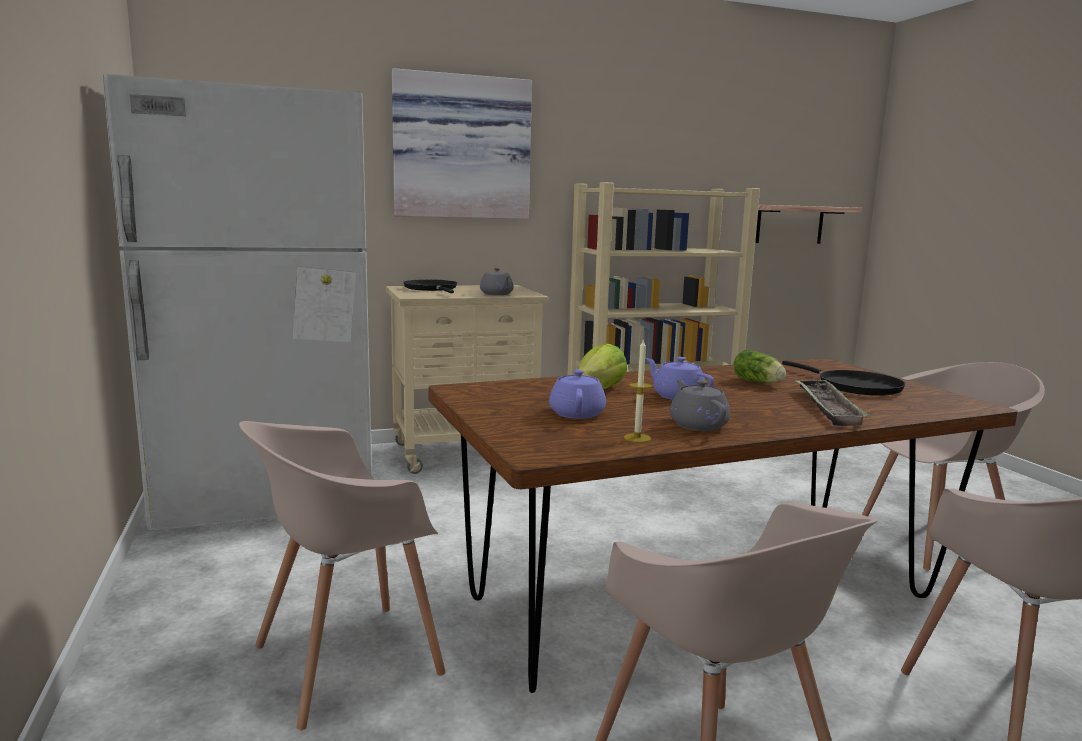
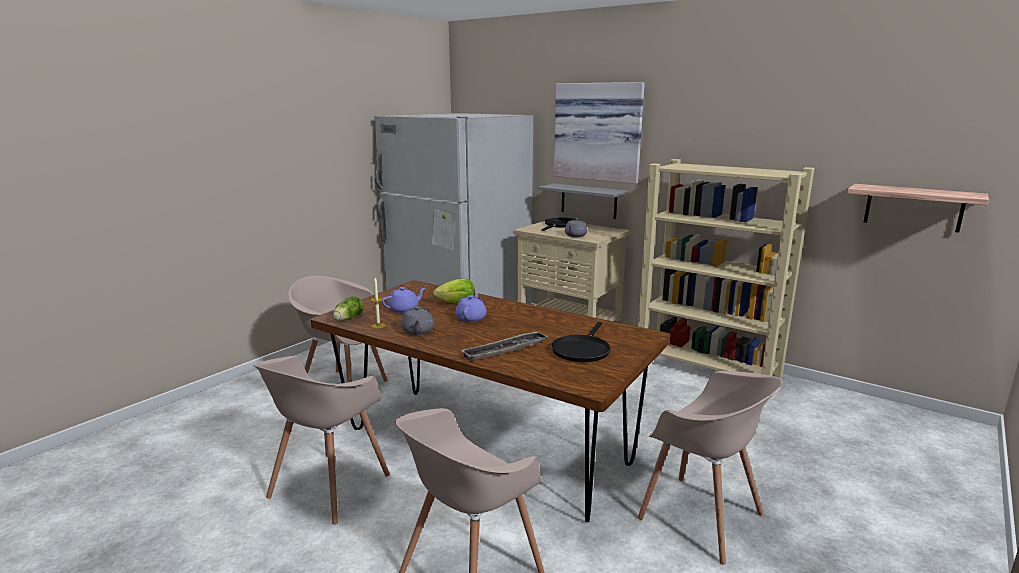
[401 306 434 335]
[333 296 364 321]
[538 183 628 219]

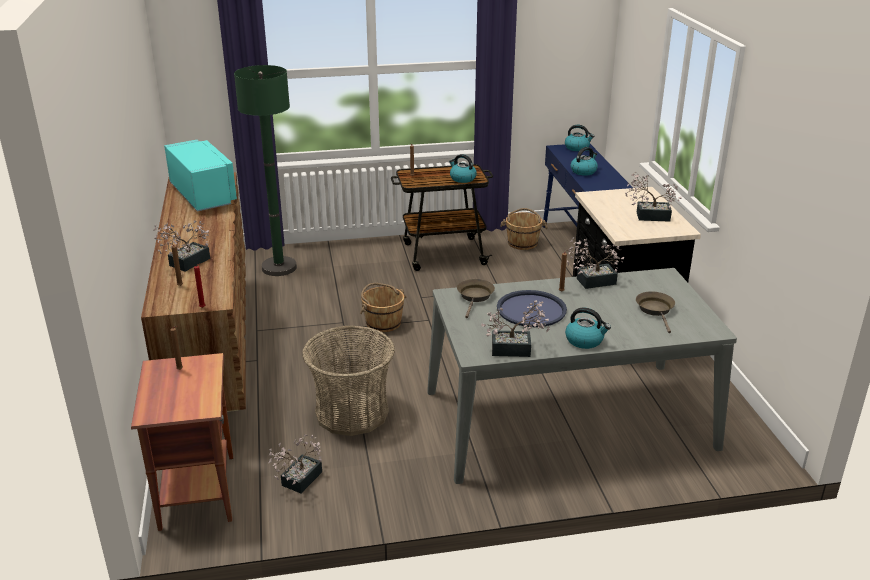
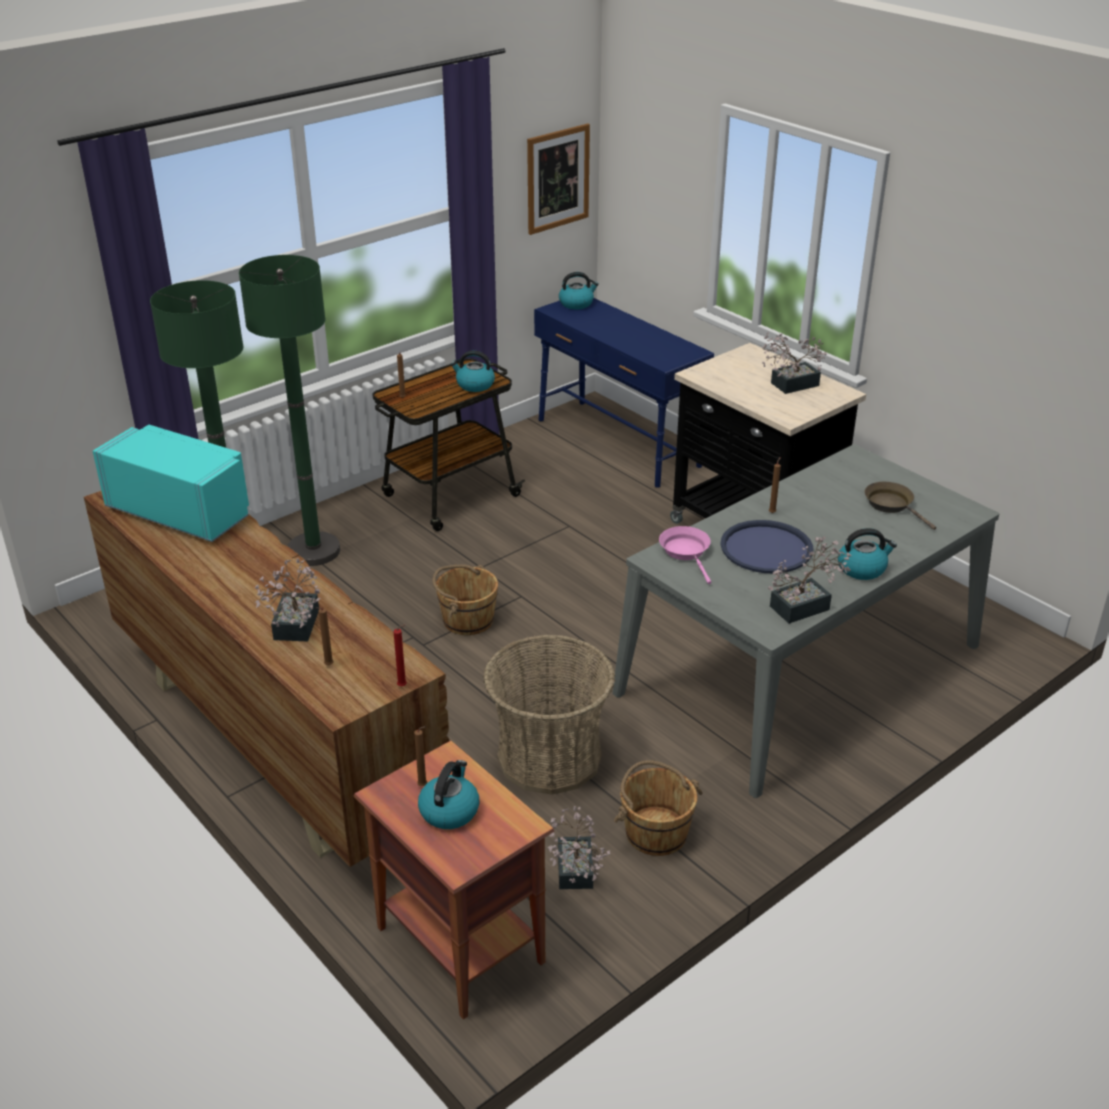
[659 526 711 584]
[614 760 702 856]
[567 237 624 289] (first image)
[418 760 479 829]
[239 255 340 566]
[527 124 590 235]

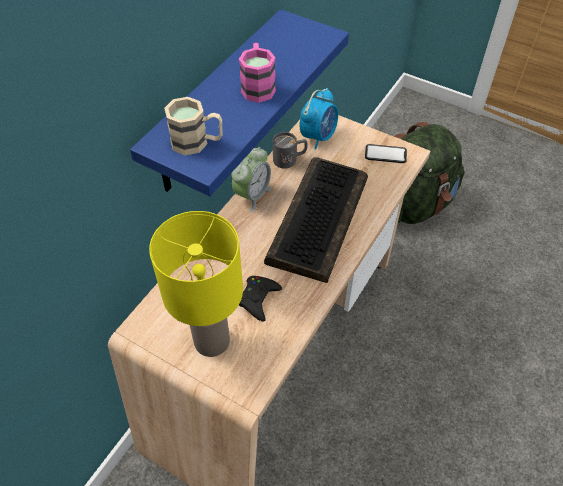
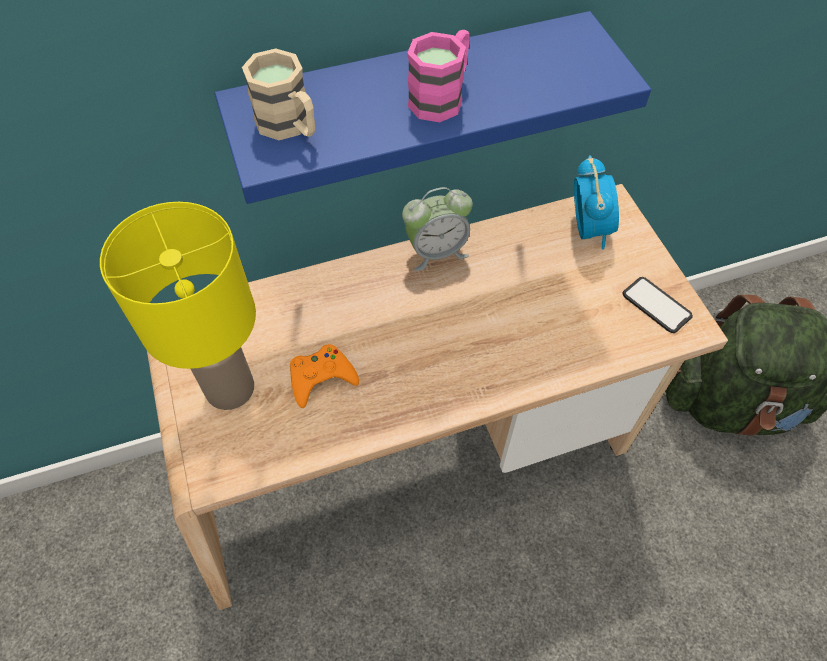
[290 344 359 408]
[264 157 368 283] (first image)
[273 132 308 169] (first image)
[574 155 619 250]

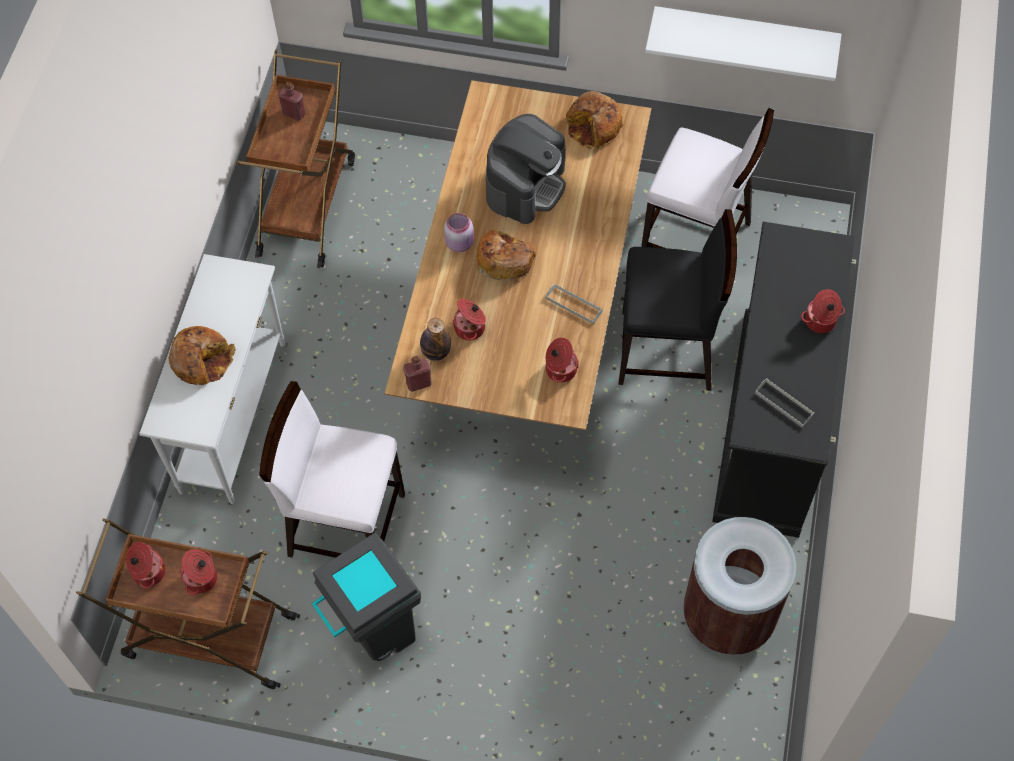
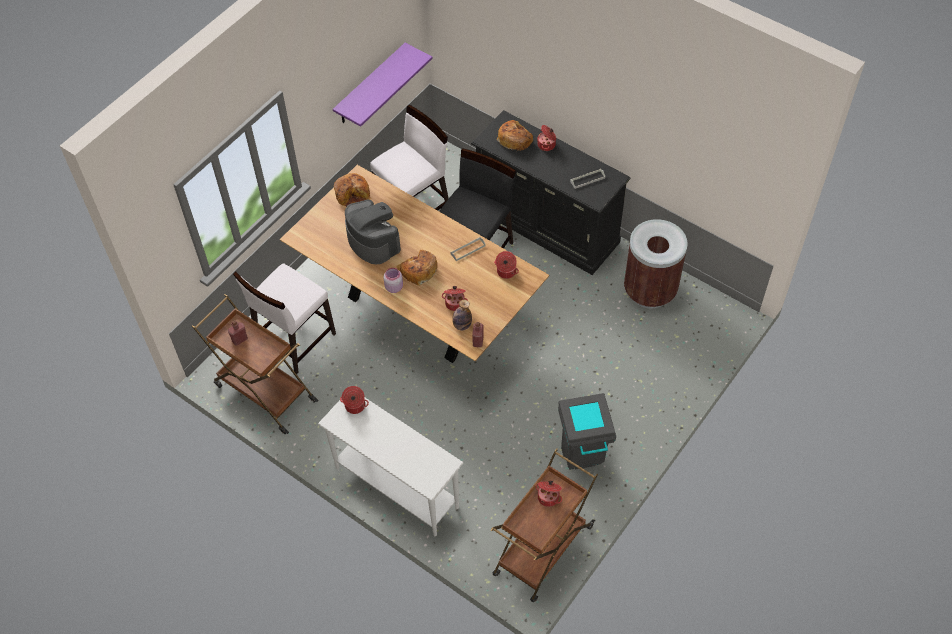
[340 386 369 414]
[497 120 533 152]
[233 263 336 374]
[333 43 433 127]

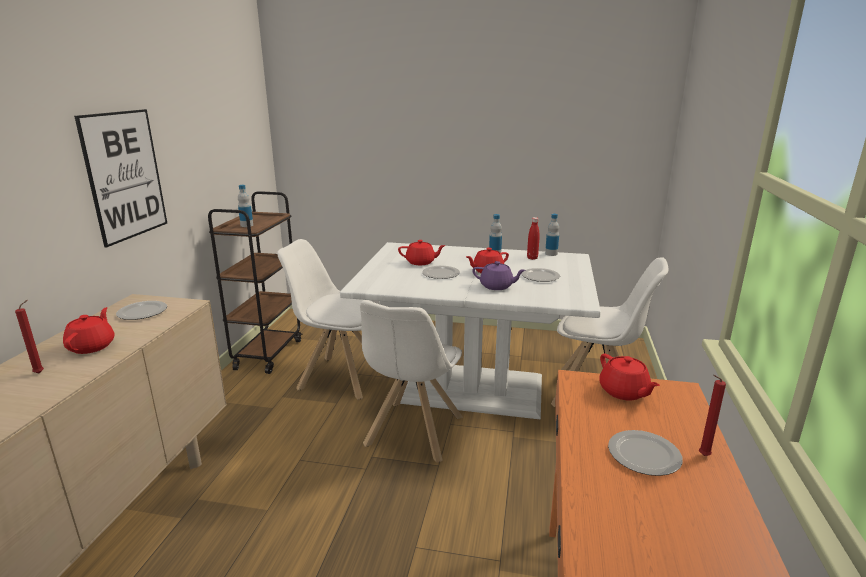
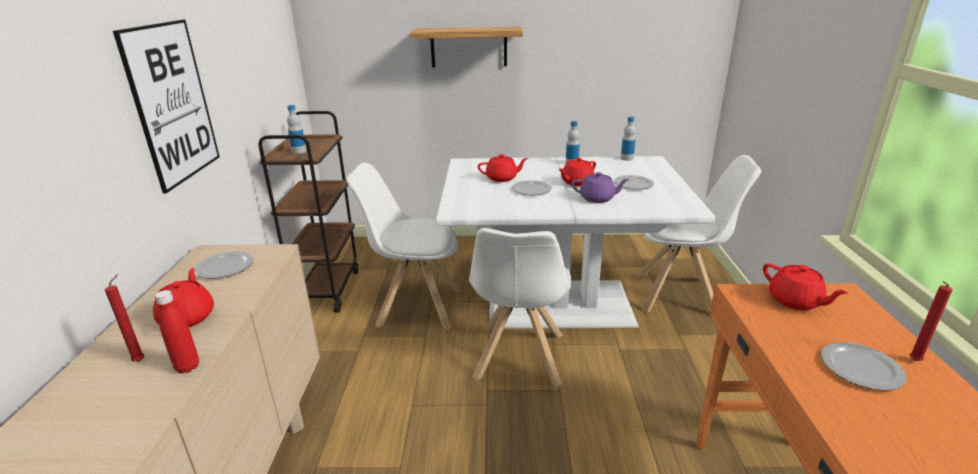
[155 290 199 374]
[411 27 523 67]

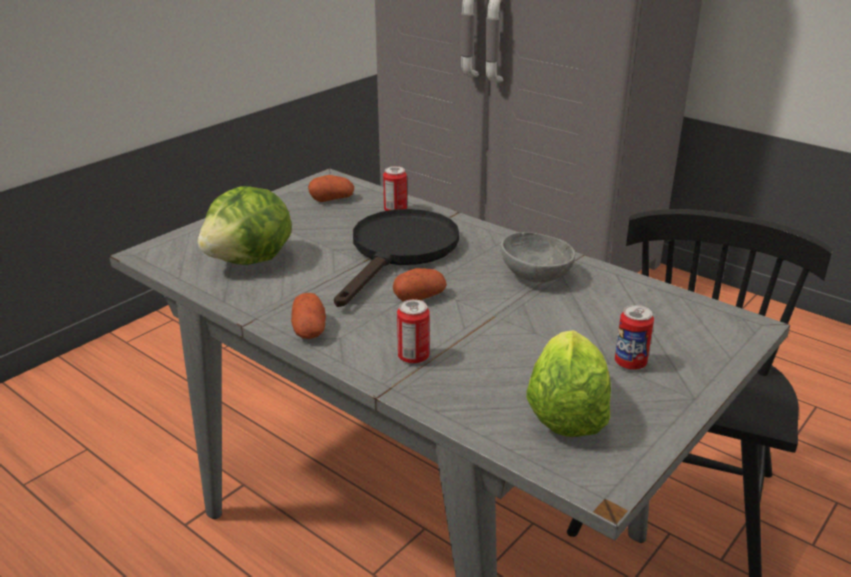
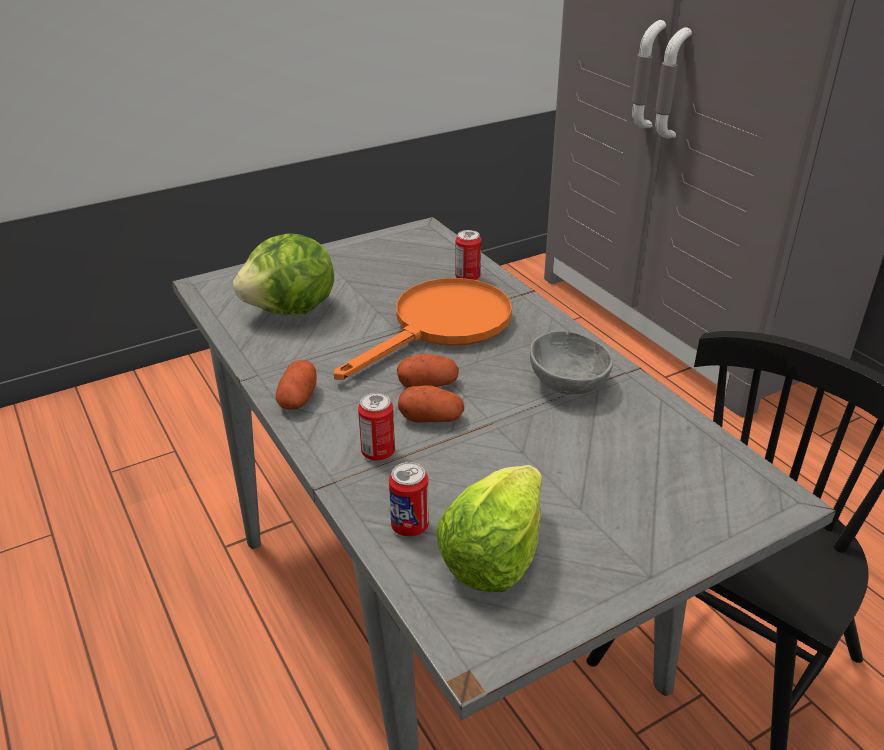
[398 385 464 423]
[334 278 512 380]
[389 462 429 537]

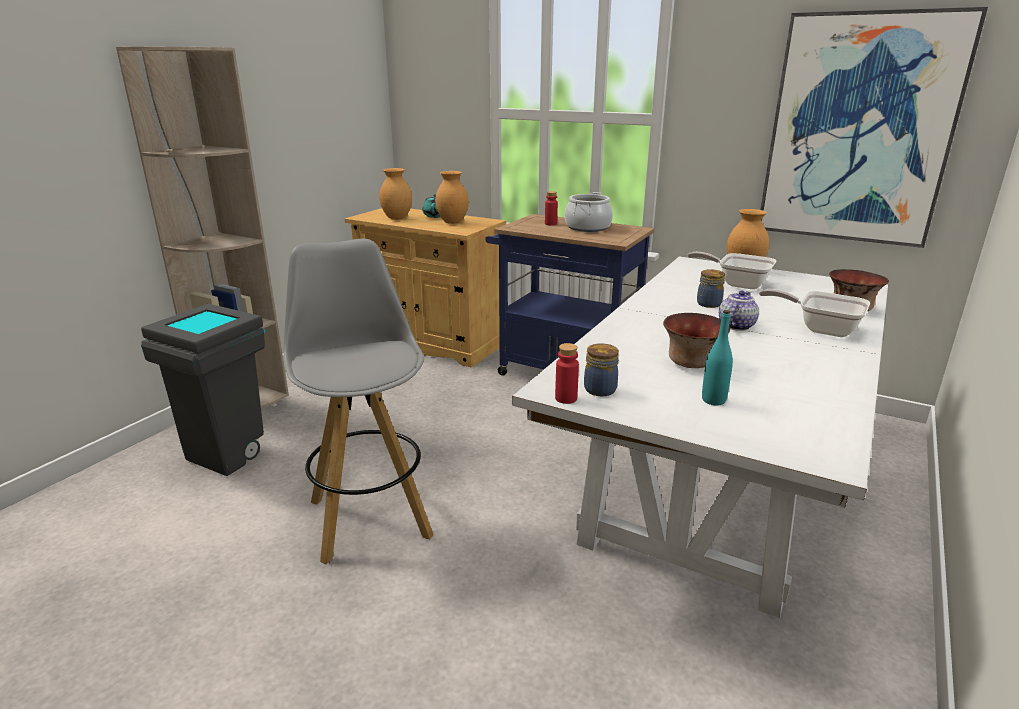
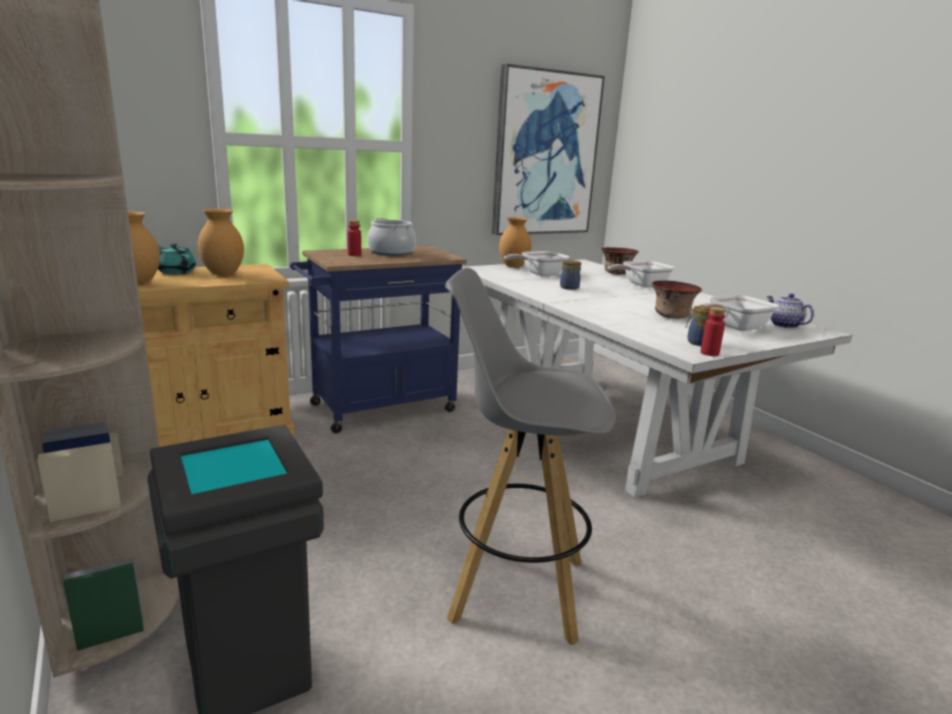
[699 295 779 331]
[766 294 814 328]

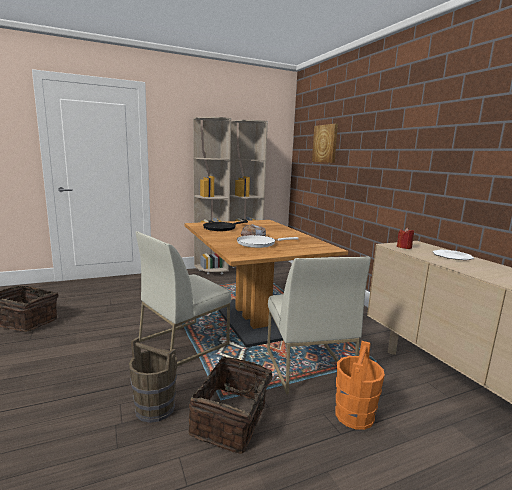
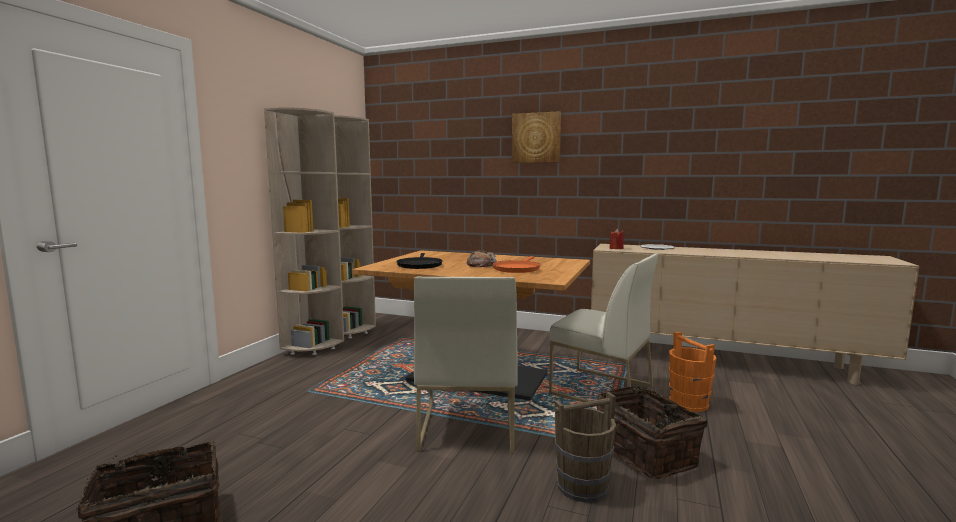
[492 256 540 273]
[512 111 561 163]

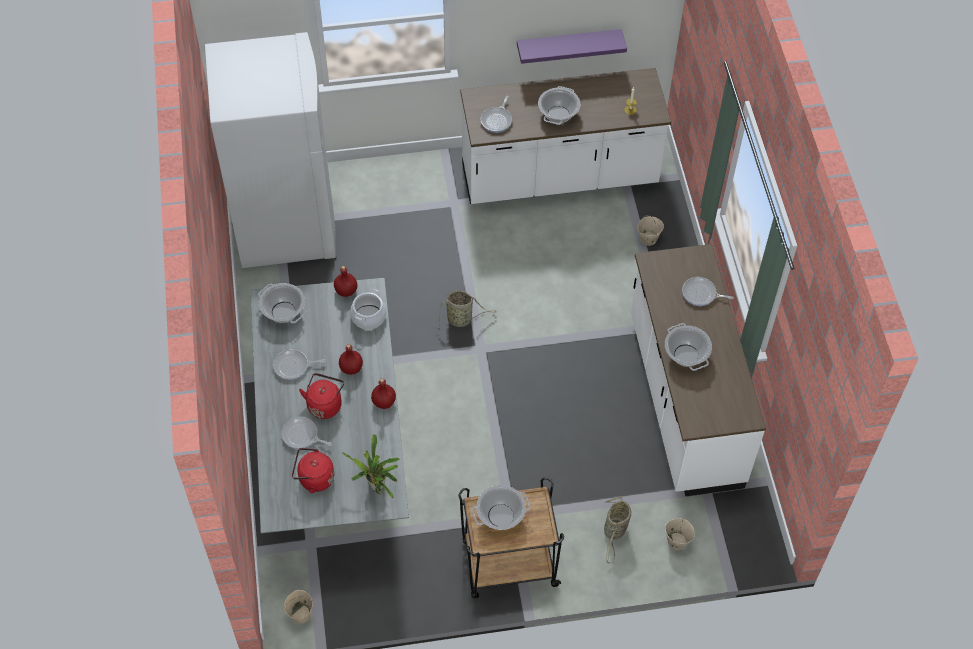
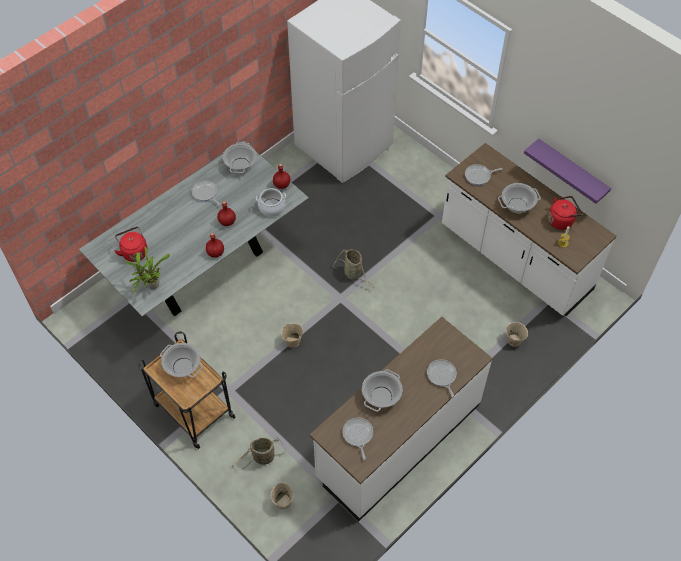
[342 417 373 460]
[281 323 303 348]
[548 196 582 230]

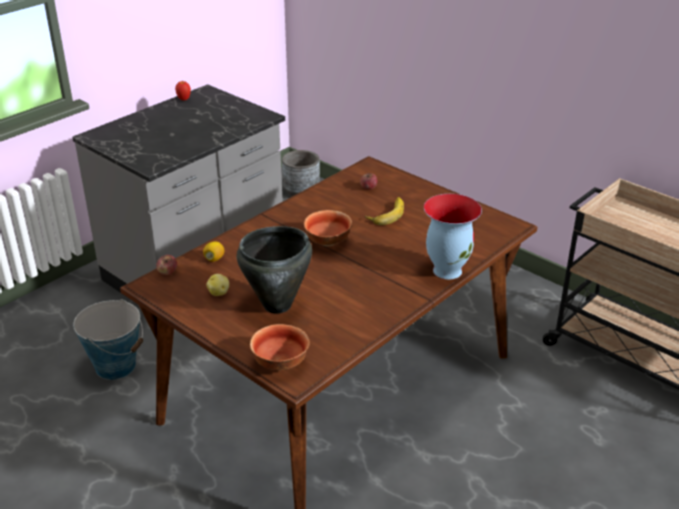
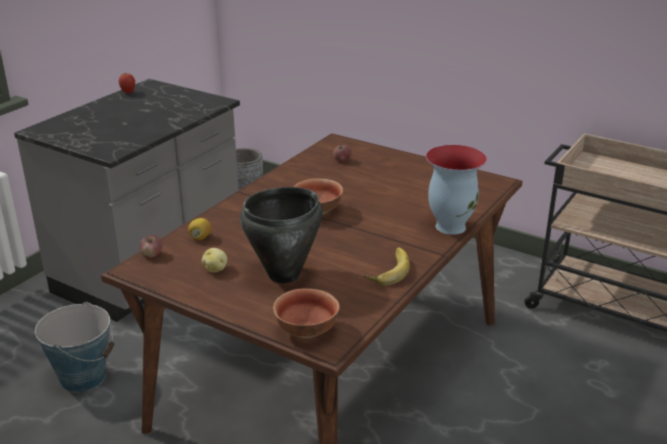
[364 247 410 286]

